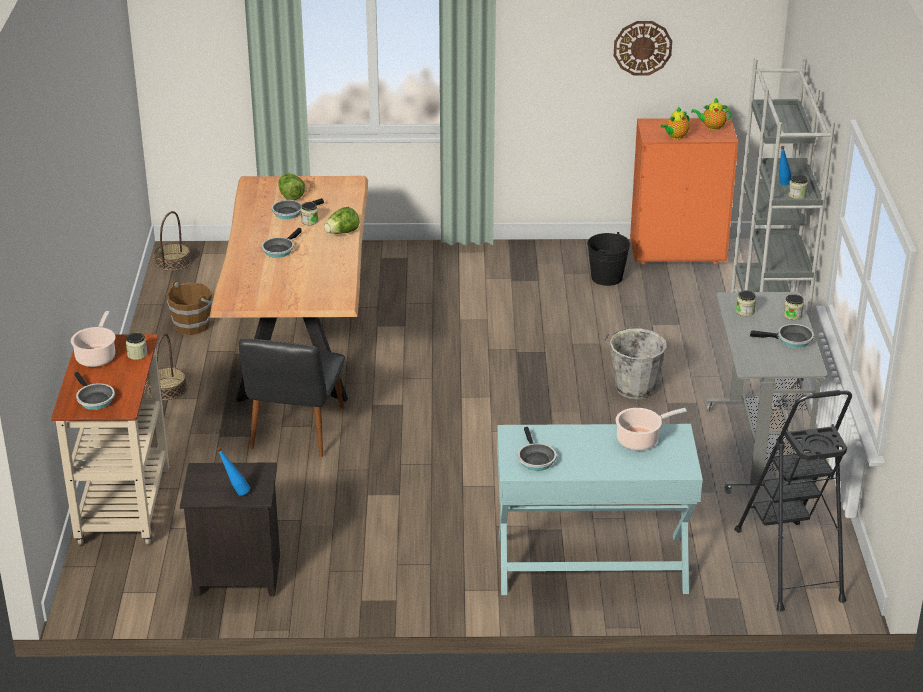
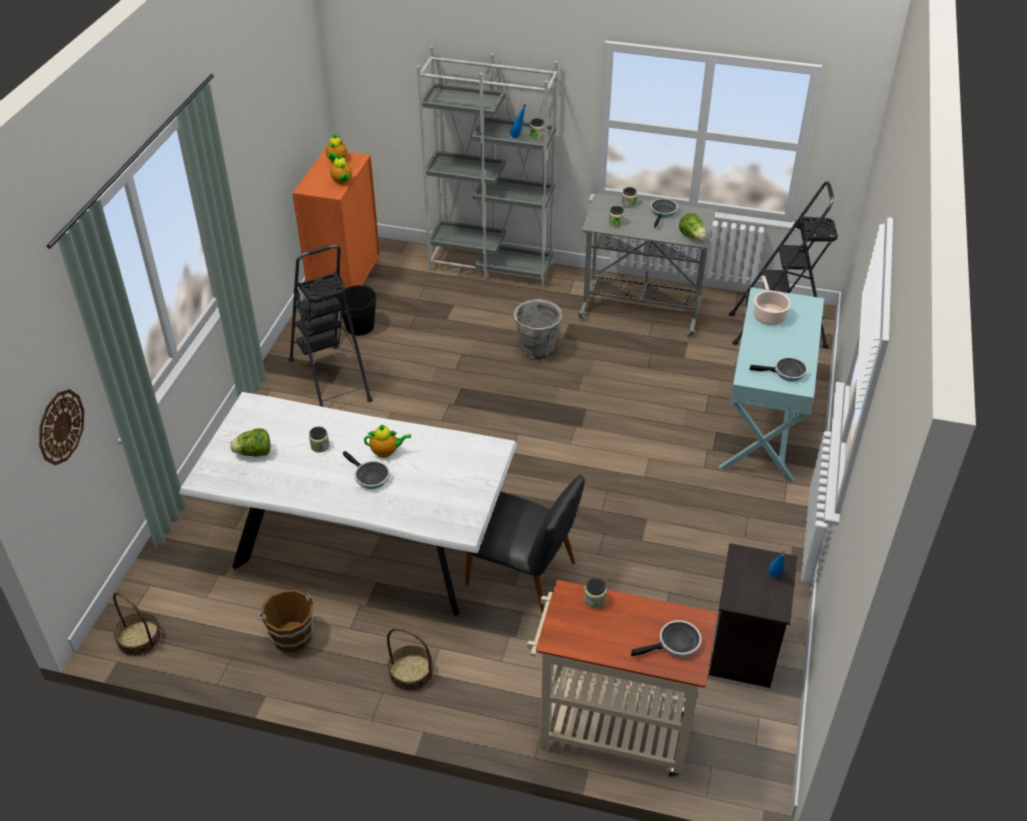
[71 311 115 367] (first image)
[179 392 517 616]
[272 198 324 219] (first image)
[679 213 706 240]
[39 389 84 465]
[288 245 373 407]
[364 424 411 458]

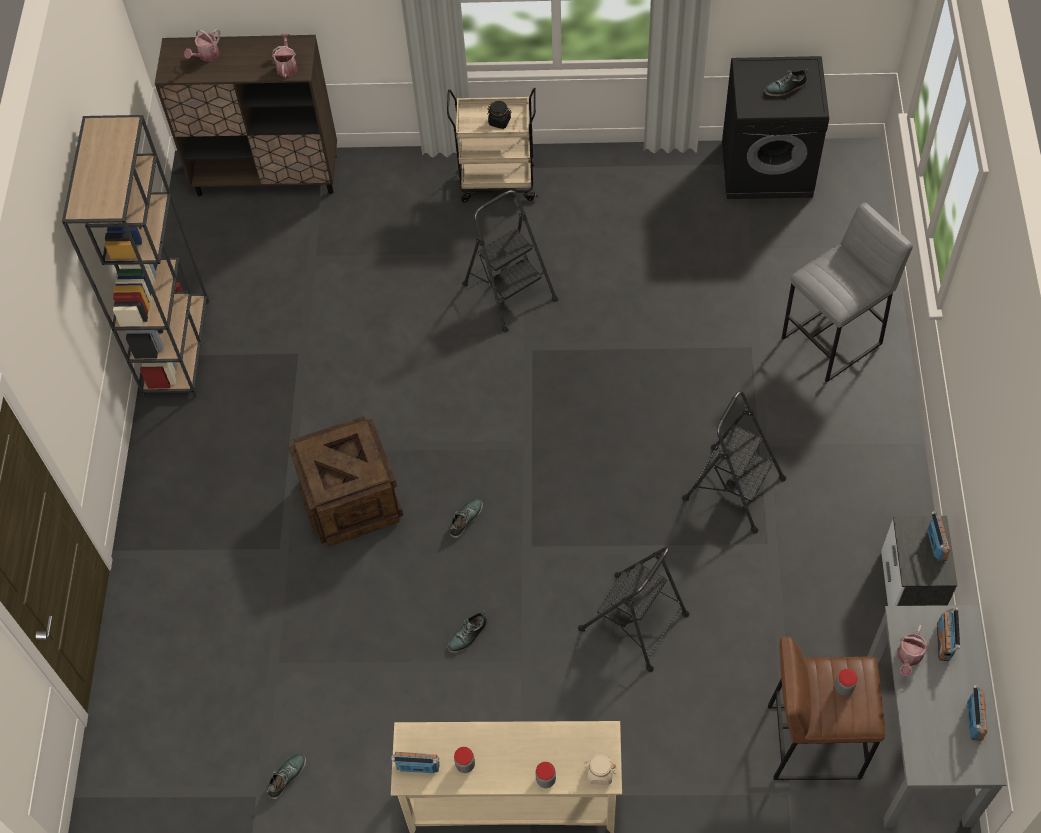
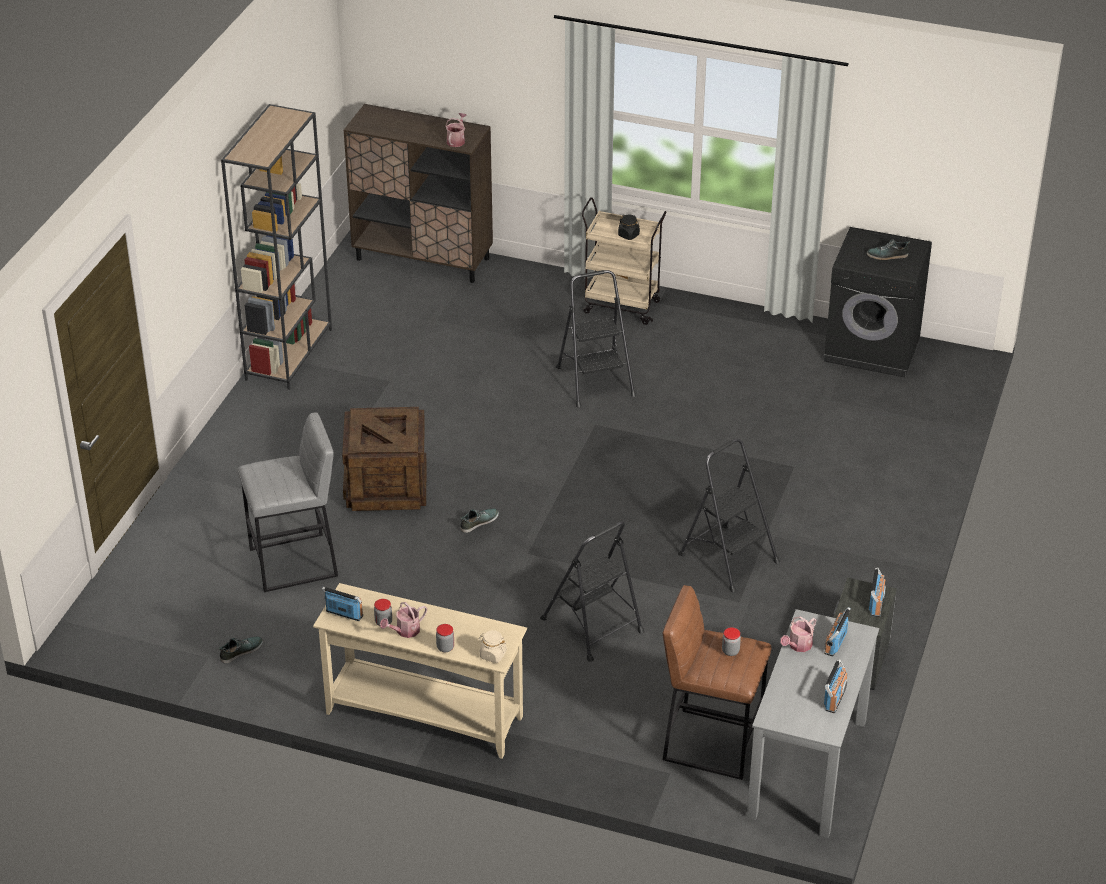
[380 602 427 638]
[448 610 487 653] (first image)
[238 412 338 592]

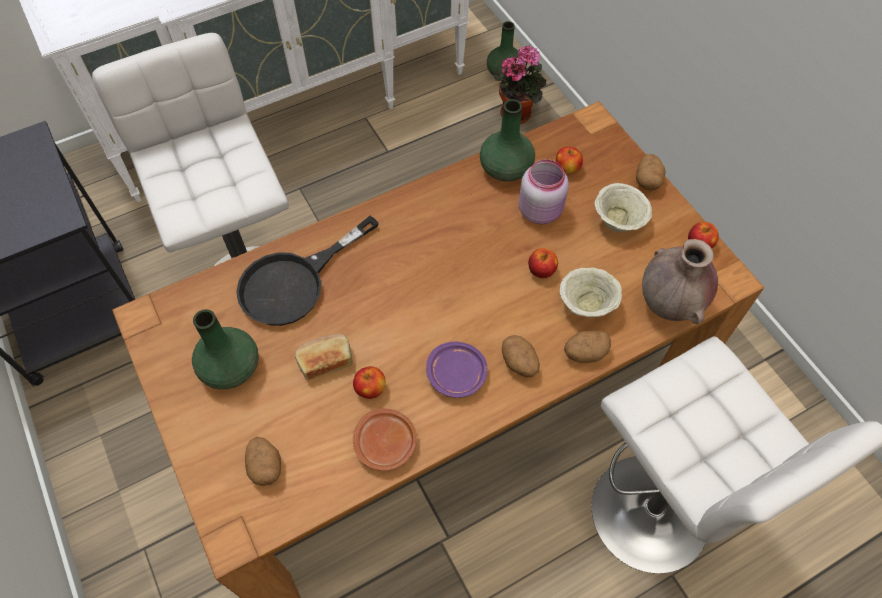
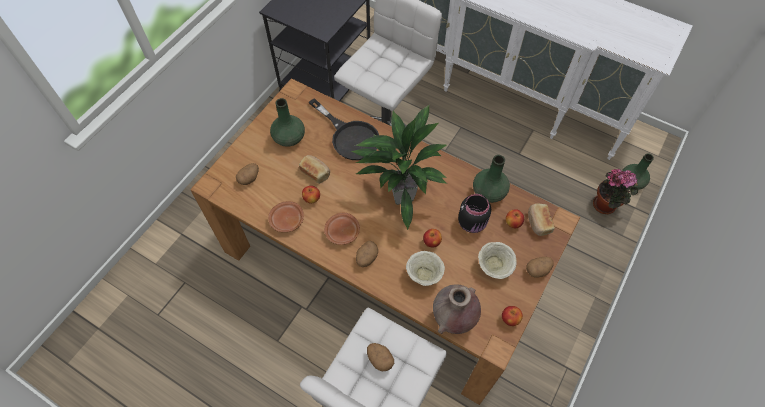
[309 98 379 160]
[324 213 360 245]
[458 194 491 233]
[367 343 394 371]
[351 104 447 230]
[528 203 555 236]

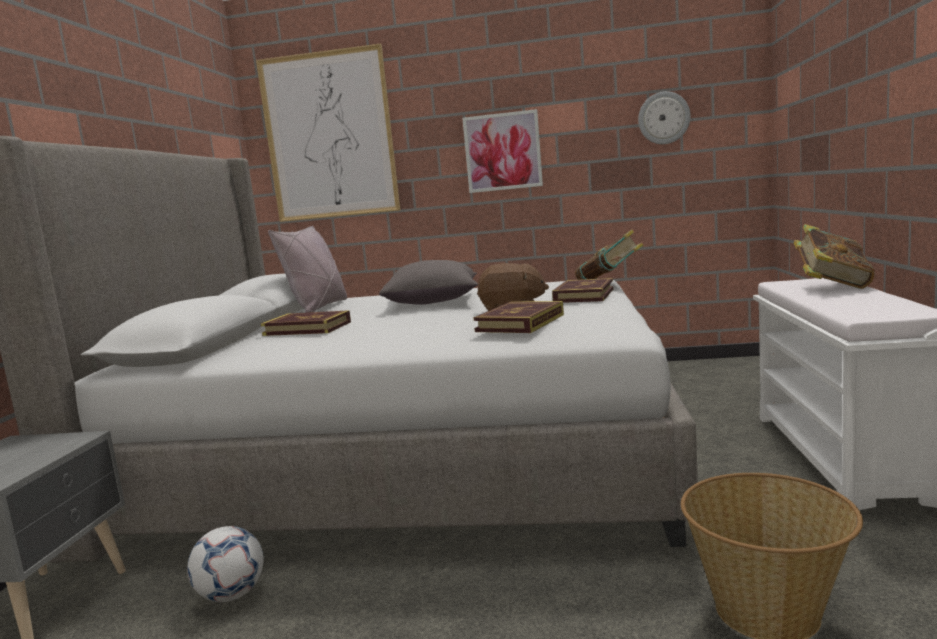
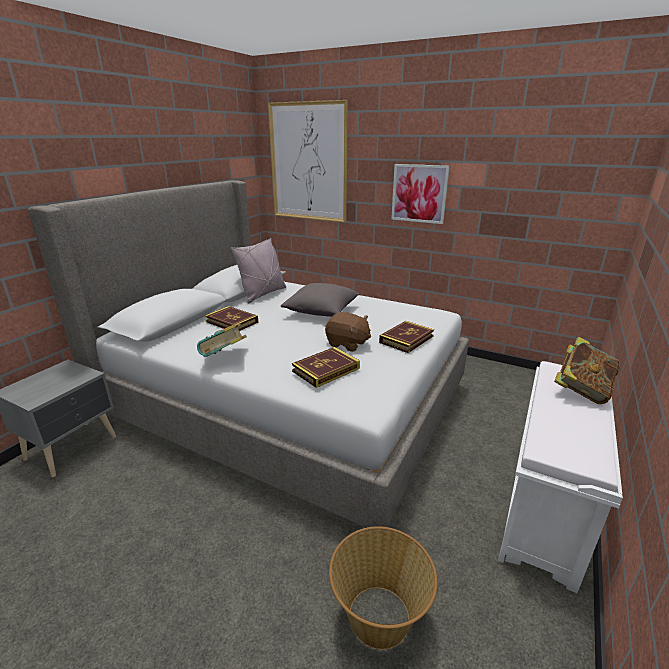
[187 526 264 602] (first image)
[197 323 247 357]
[638 91 691 144] (first image)

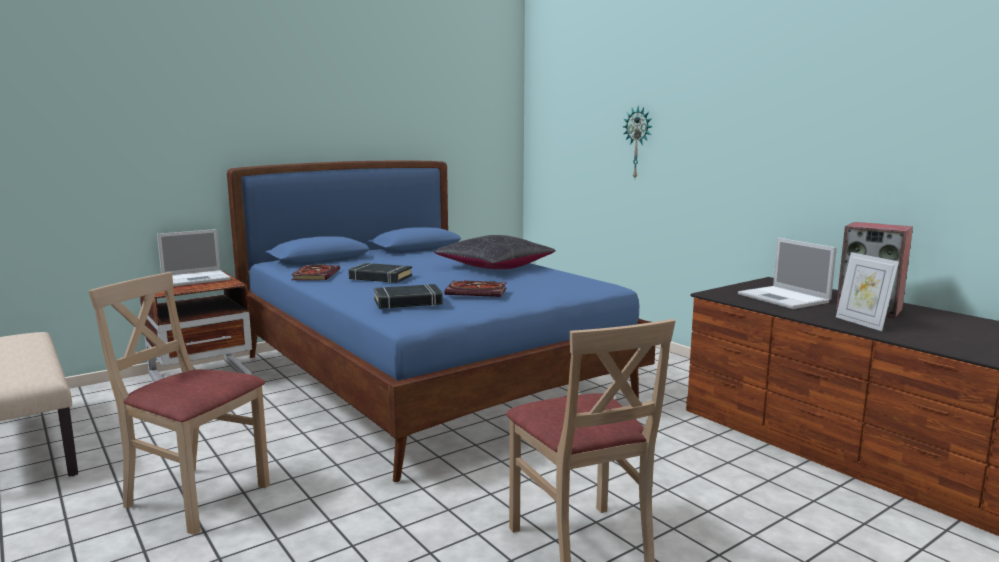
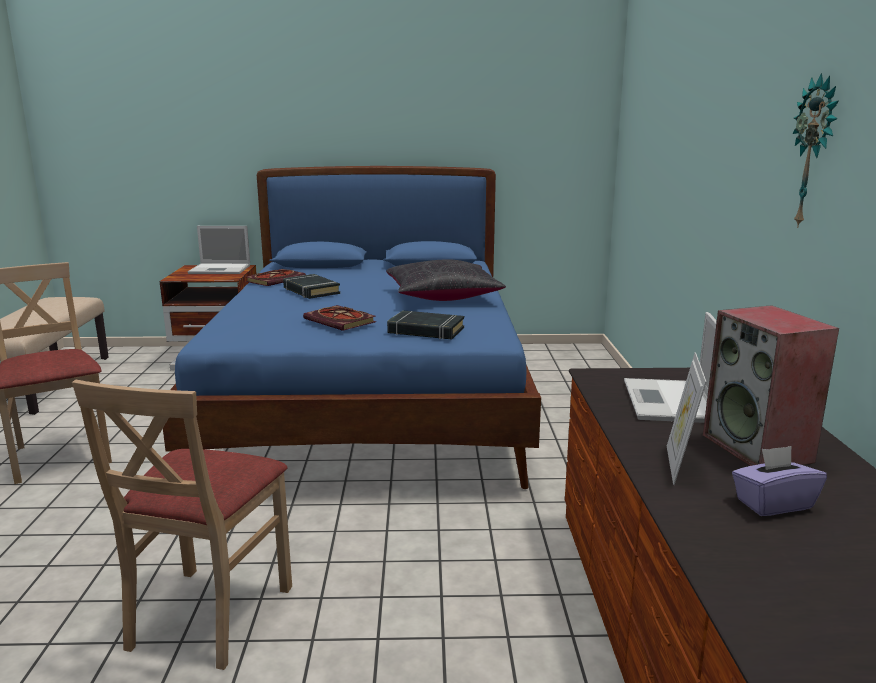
[387 310 464 340]
[793 73 839 228]
[732 446 827 516]

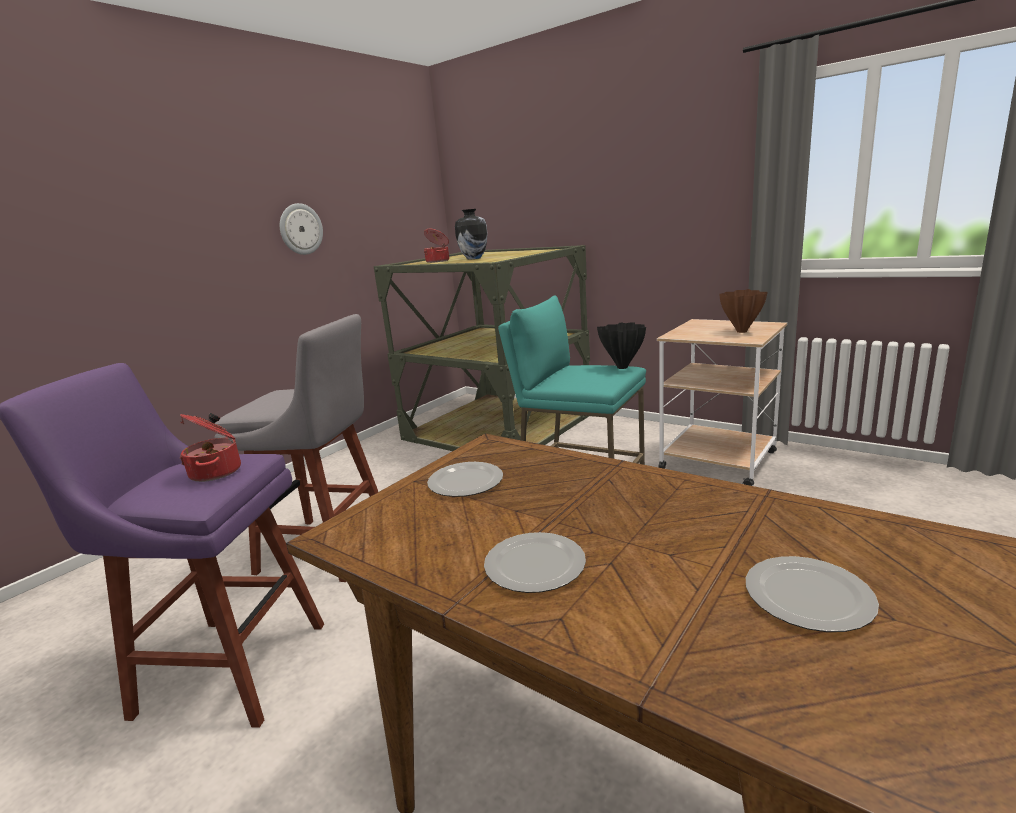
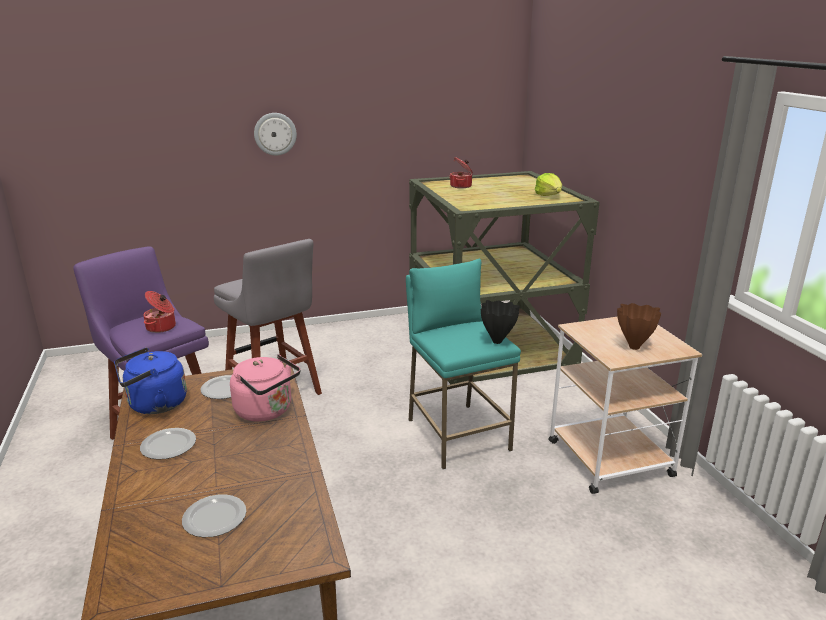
[254 113 297 155]
[455 209 488 260] (first image)
[114 348 187 414]
[230 354 301 422]
[535 173 562 196]

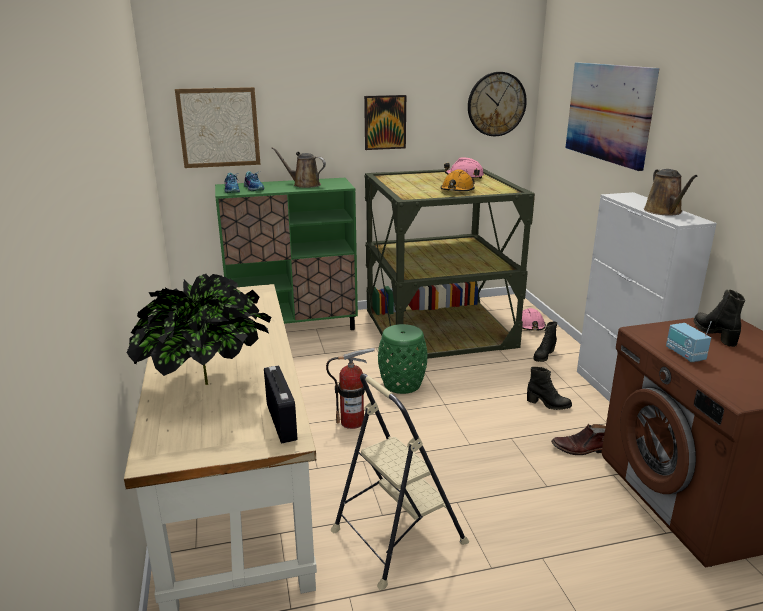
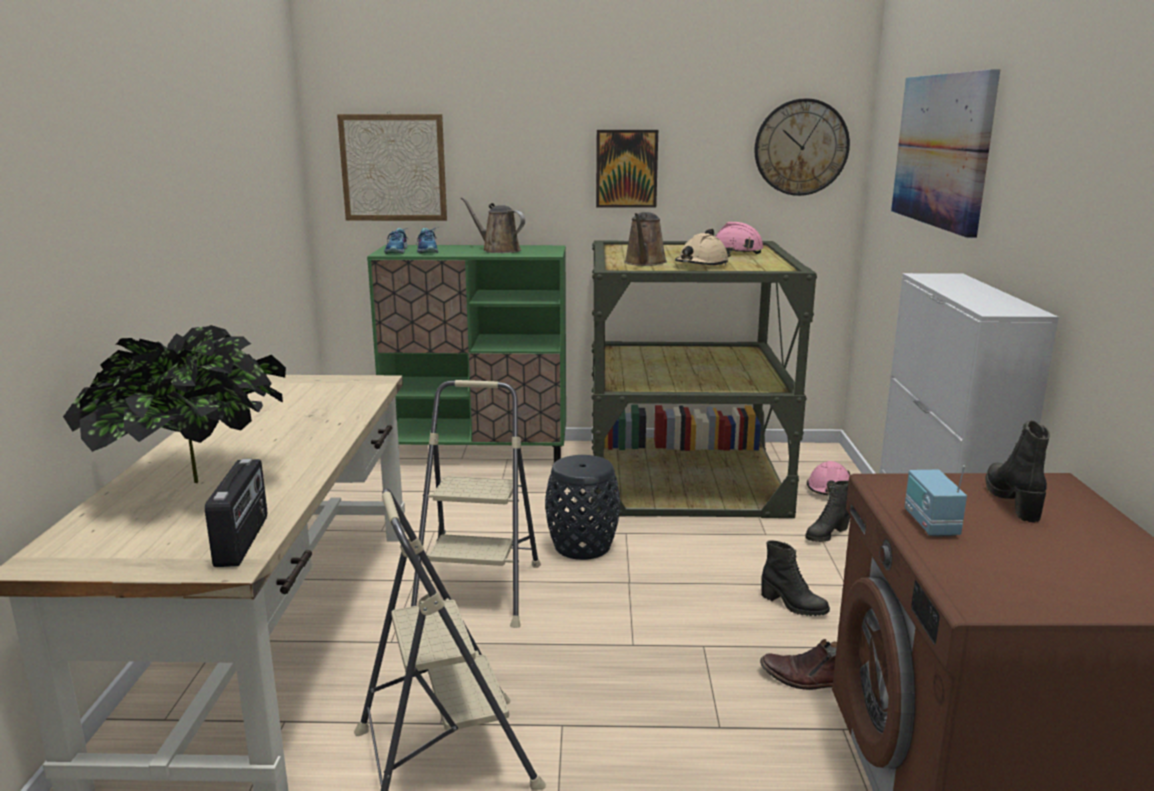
[411 380 541 628]
[545 455 620 560]
[675 233 731 265]
[624 212 667 266]

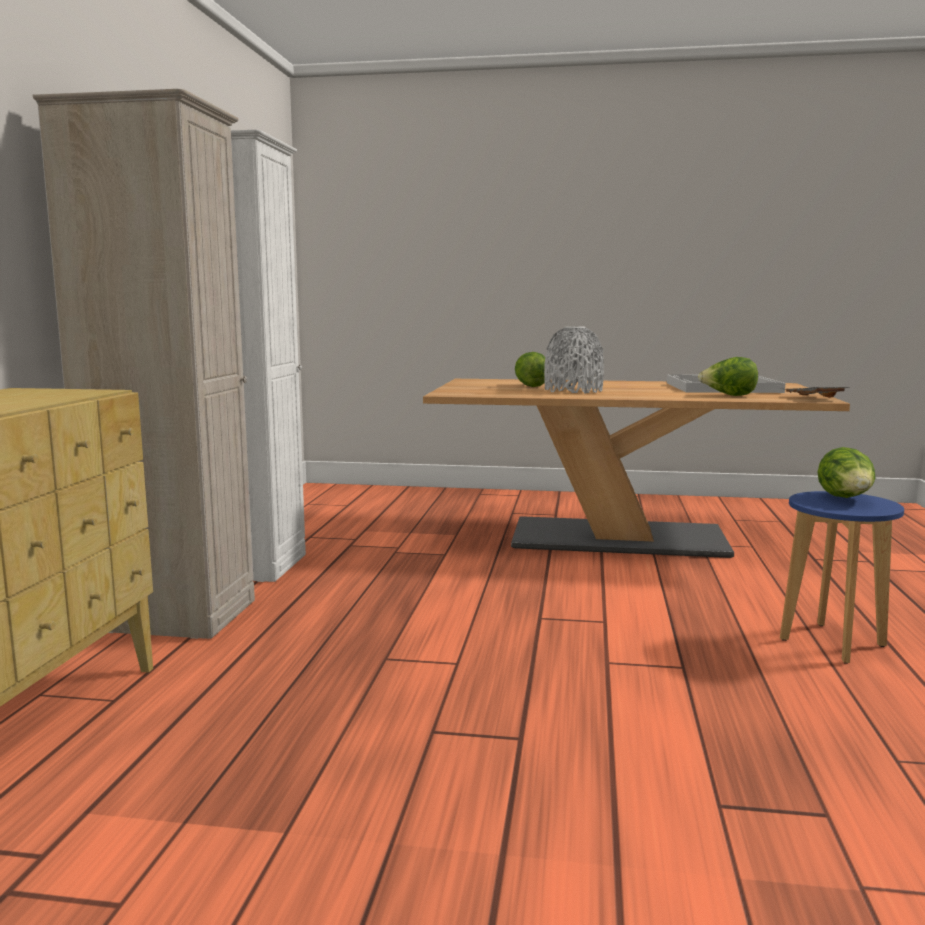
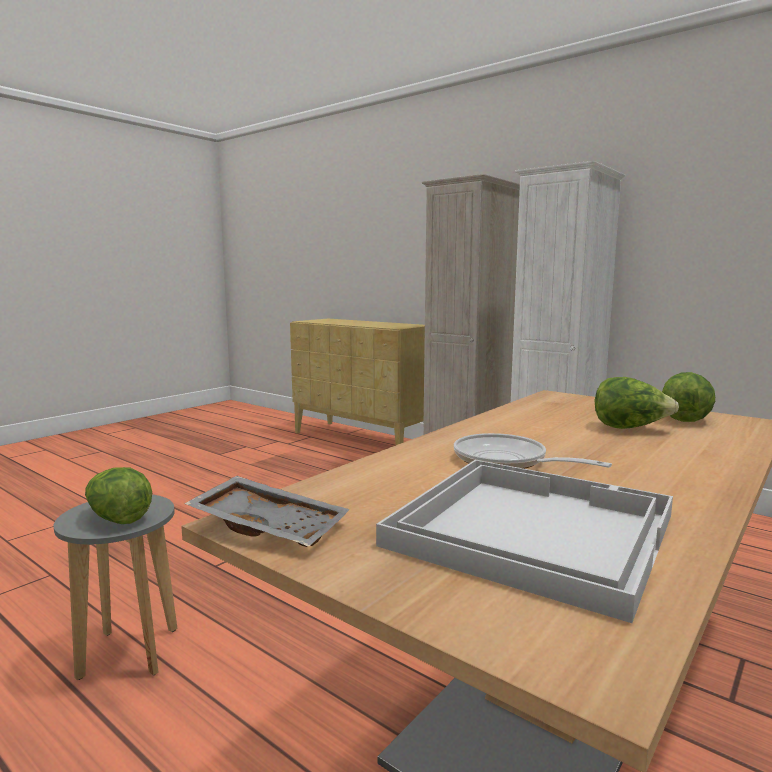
[544 326 604 394] (first image)
[662 372 715 422]
[54 495 178 680]
[454 433 612 469]

